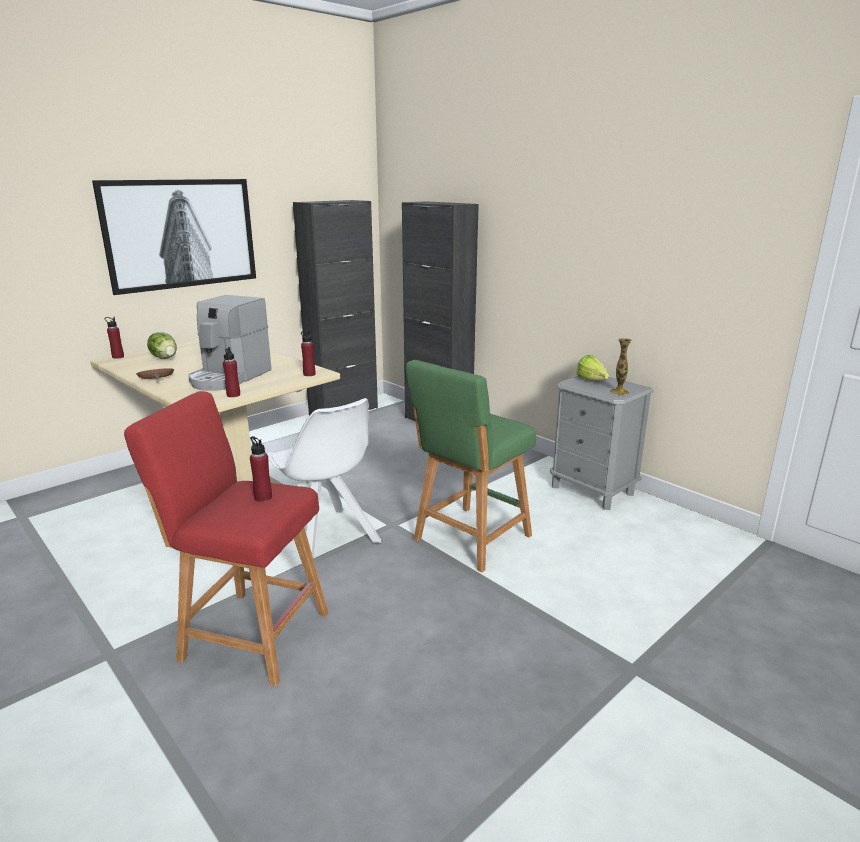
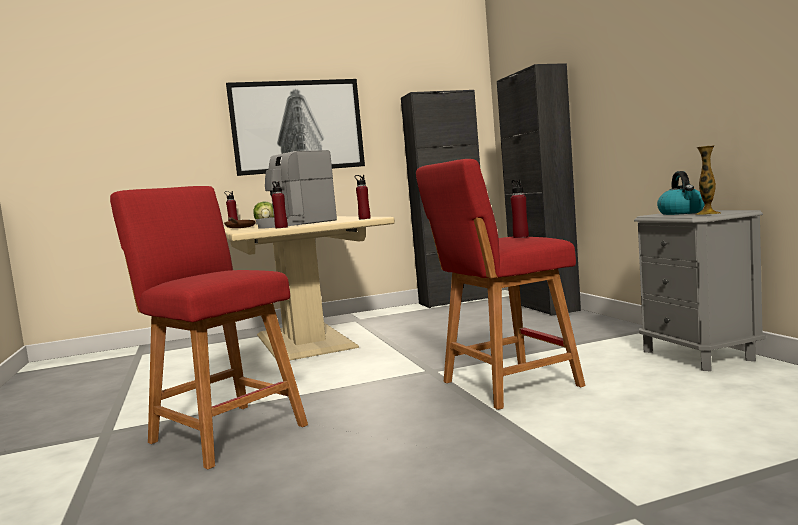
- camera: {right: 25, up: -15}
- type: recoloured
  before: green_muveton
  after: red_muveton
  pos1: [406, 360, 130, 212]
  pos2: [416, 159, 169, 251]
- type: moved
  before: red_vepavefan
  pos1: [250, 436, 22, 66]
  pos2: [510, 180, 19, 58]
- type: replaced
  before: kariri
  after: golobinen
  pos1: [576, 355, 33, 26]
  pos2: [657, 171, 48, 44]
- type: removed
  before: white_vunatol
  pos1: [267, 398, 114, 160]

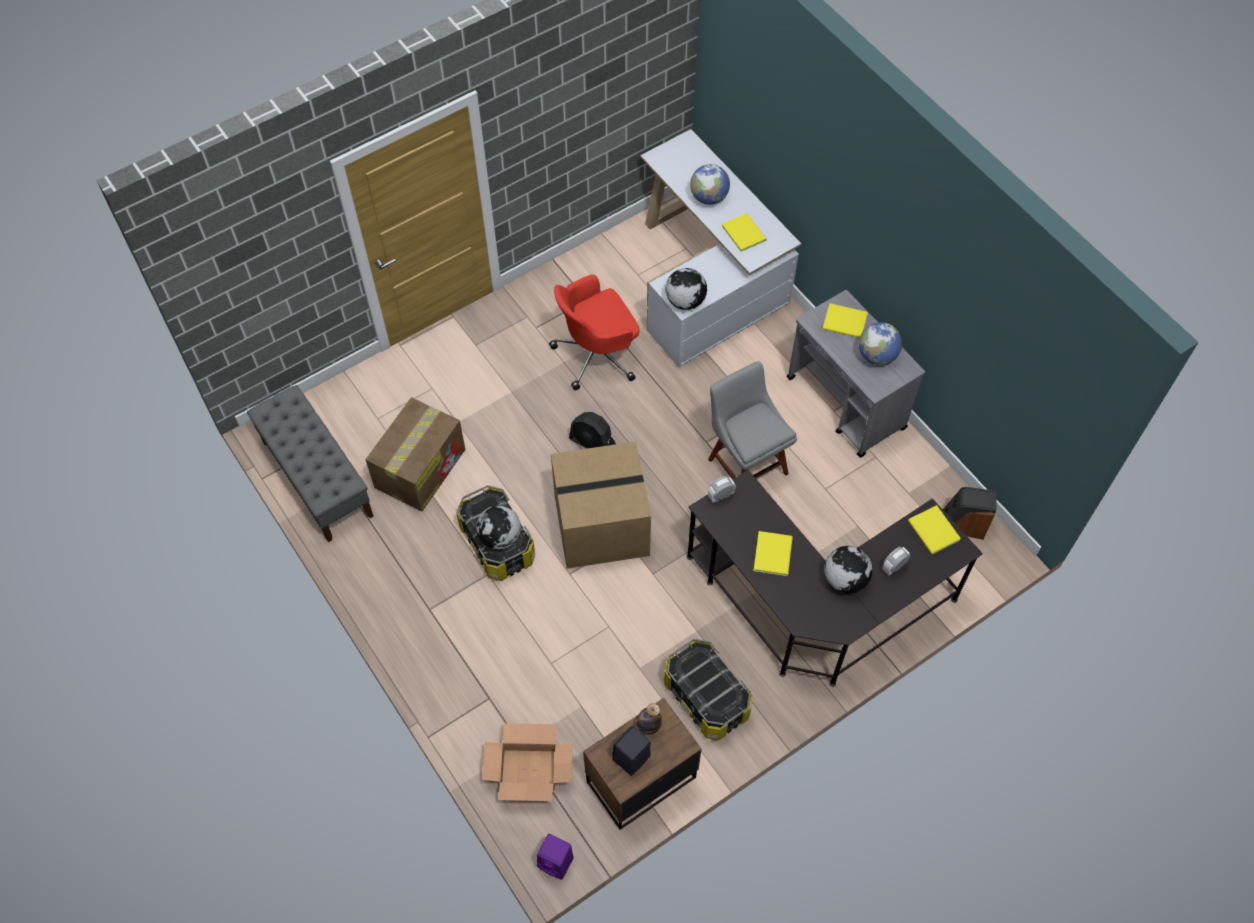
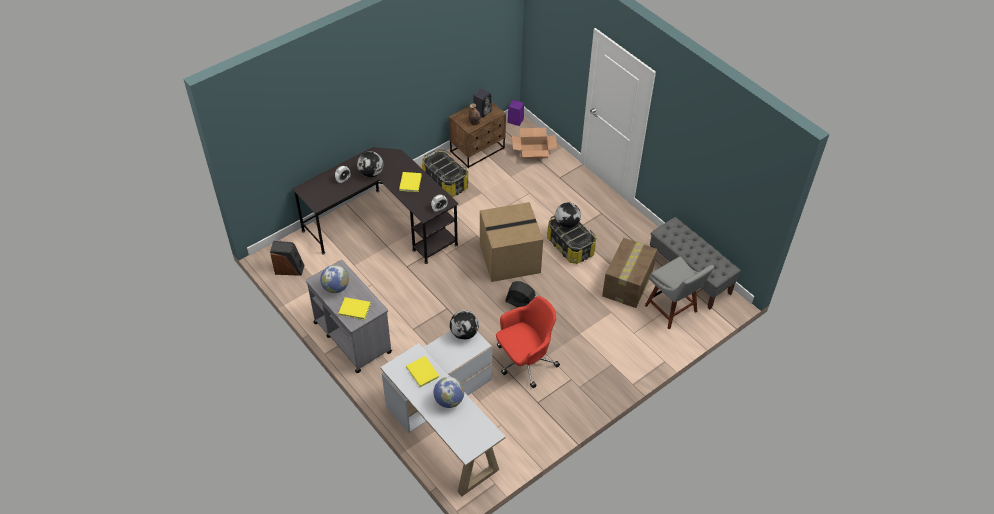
- camera: {right: 175, up: -10}
- type: moved
  before: grey_vunatol
  pos1: [708, 361, 89, 118]
  pos2: [645, 256, 69, 73]
- type: removed
  before: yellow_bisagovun
  pos1: [908, 505, 53, 49]

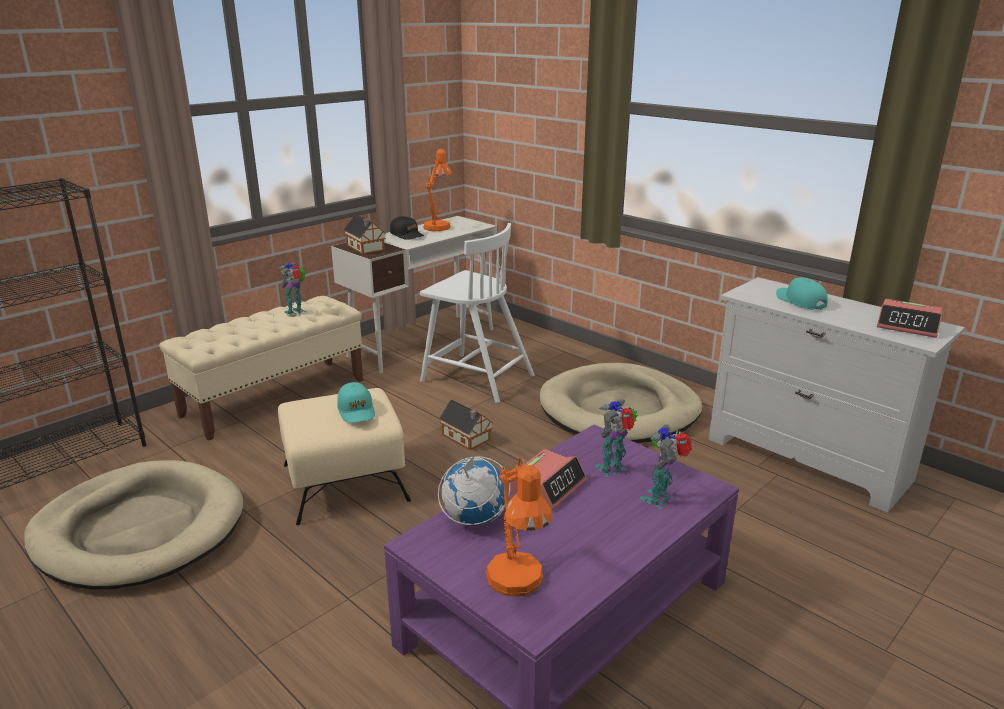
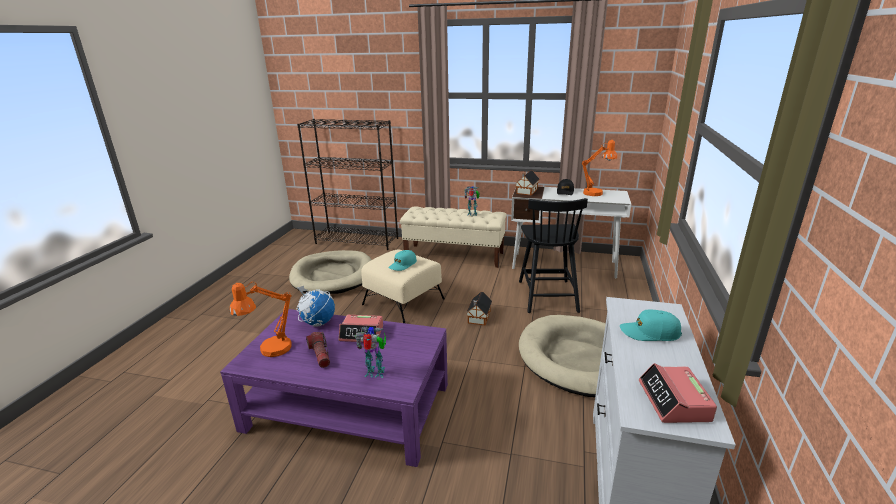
- camera: {right: 60, up: 0}
- type: added
  after: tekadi
  pos2: [306, 331, 24, 37]
- type: recoloured
  before: white_vunatol
  after: black_vunatol
  pos1: [420, 223, 115, 180]
  pos2: [519, 198, 69, 115]
- type: turned
  before: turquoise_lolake
  pos1: [776, 277, 52, 33]
  pos2: [620, 310, 62, 31]
  turn: -120
- type: removed
  before: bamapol
  pos1: [595, 399, 43, 78]

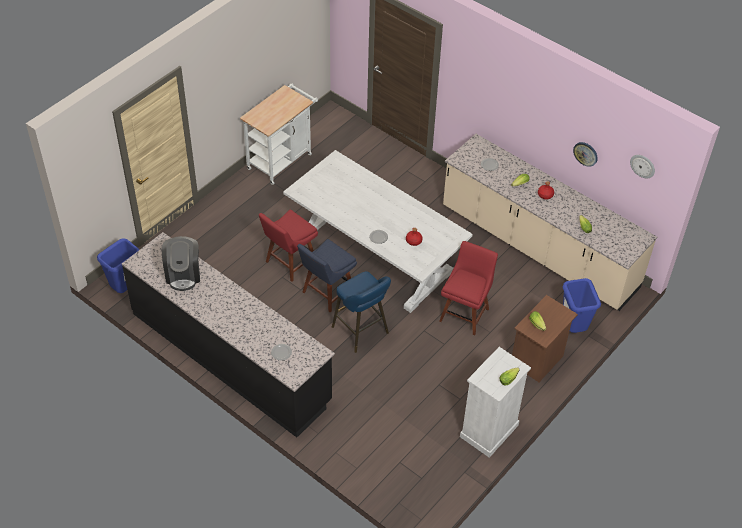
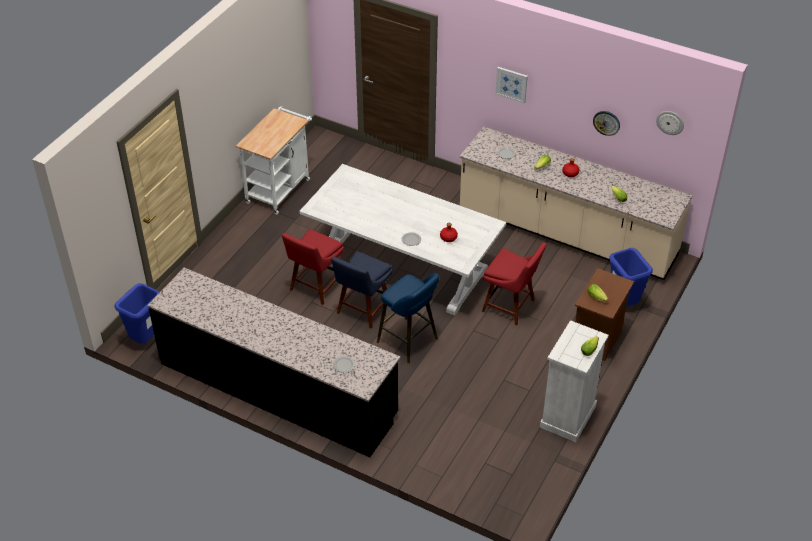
- camera: {right: -10, up: -5}
- type: turned
  before: red_vunatol
  pos1: [439, 241, 59, 94]
  pos2: [482, 242, 65, 84]
  turn: 105
- type: added
  after: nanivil
  pos2: [495, 67, 33, 36]
- type: removed
  before: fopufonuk
  pos1: [162, 236, 38, 55]

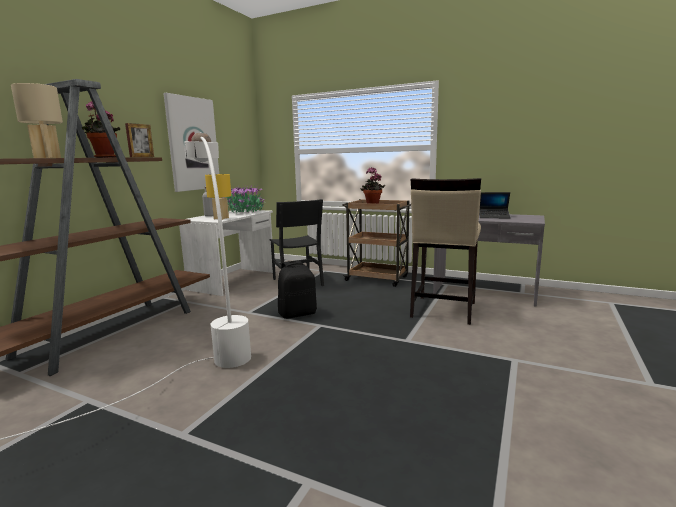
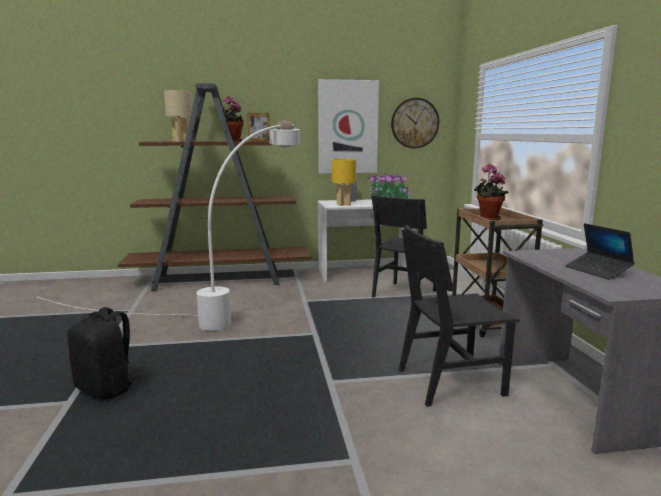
- camera: {right: 55, up: 0}
- type: moved
  before: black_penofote
  pos1: [278, 260, 39, 59]
  pos2: [67, 307, 75, 92]
- type: added
  after: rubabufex
  pos2: [391, 98, 48, 50]
- type: replaced
  before: beige_muveton
  after: black_vunatol
  pos1: [410, 178, 71, 147]
  pos2: [399, 225, 120, 182]

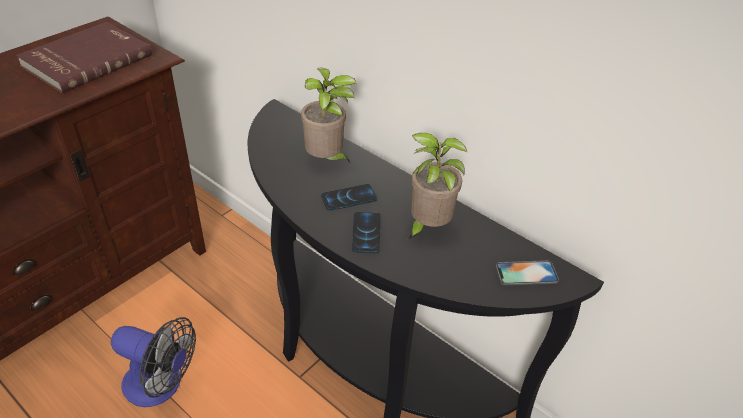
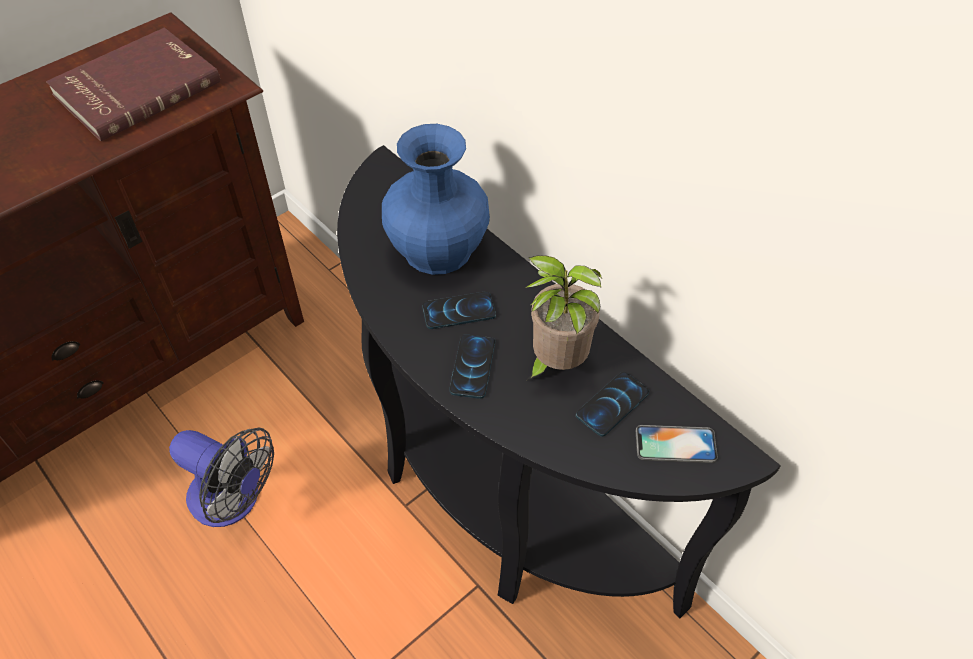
- camera: {right: 10, up: 10}
- type: replaced
  before: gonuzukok
  after: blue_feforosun
  pos1: [301, 67, 55, 97]
  pos2: [382, 124, 108, 151]
- type: added
  after: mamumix
  pos2: [576, 372, 73, 65]

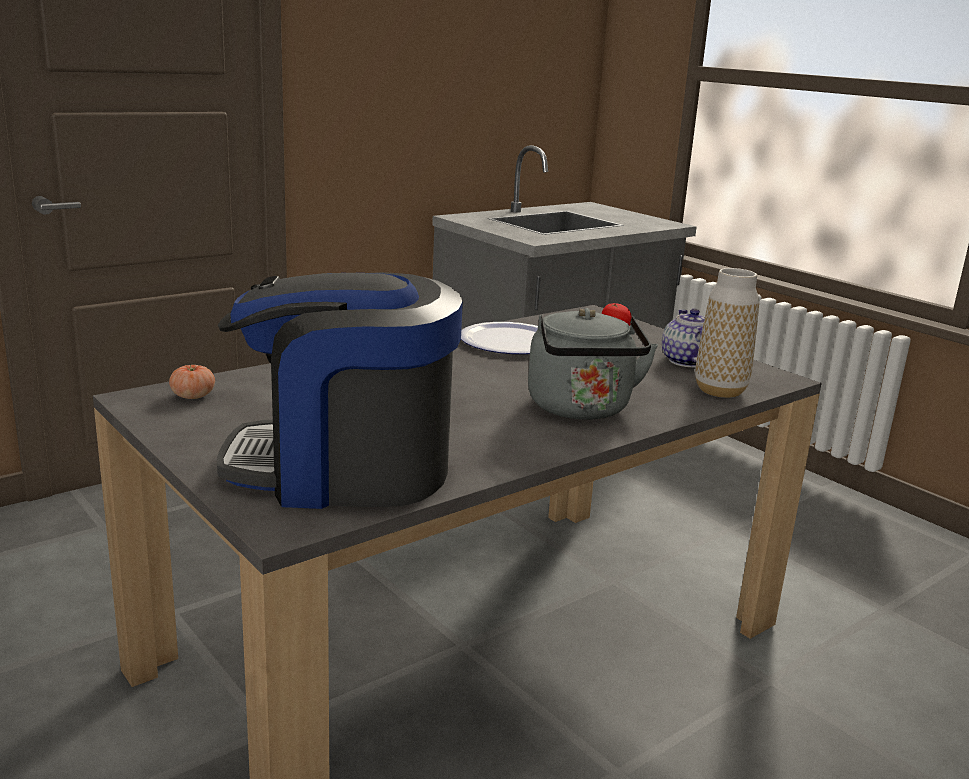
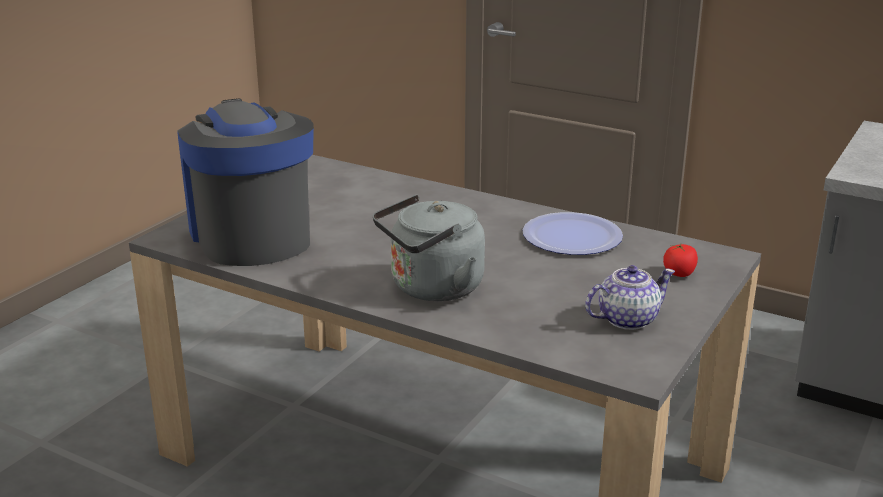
- camera: {right: 70, up: 5}
- type: removed
  before: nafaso
  pos1: [169, 365, 46, 34]
- type: removed
  before: feforosun
  pos1: [695, 268, 64, 130]

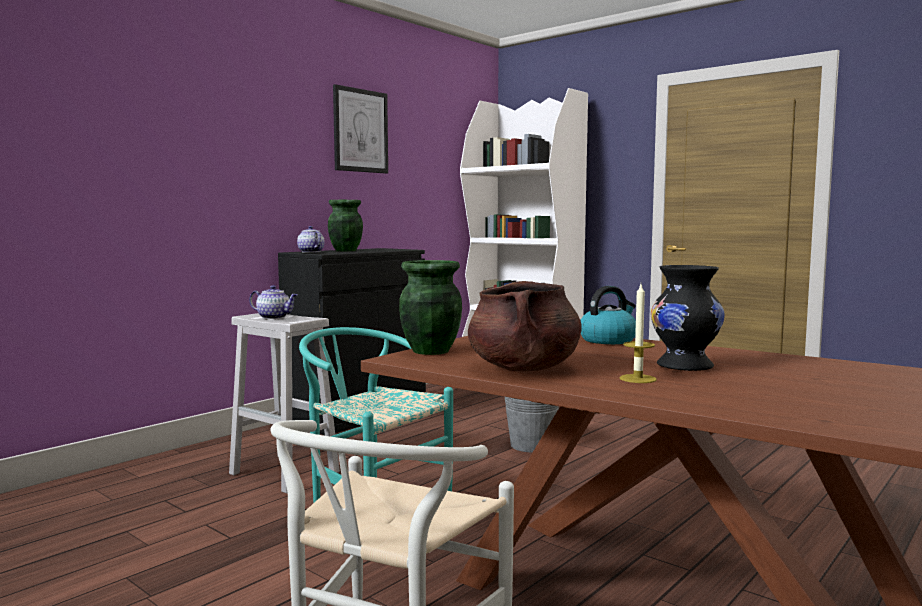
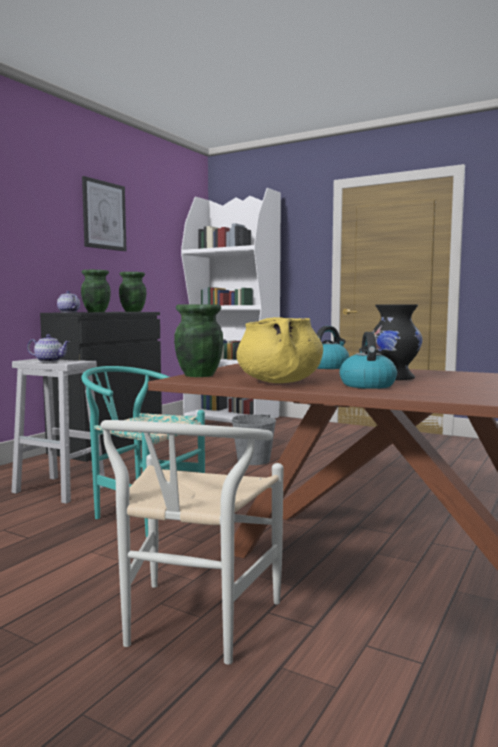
- camera: {right: -10, up: 0}
- type: added
  after: green_feforosun
  pos2: [119, 272, 27, 40]
- type: recoloured
  before: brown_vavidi
  after: yellow_vavidi
  pos1: [468, 281, 114, 90]
  pos2: [236, 317, 87, 66]
- type: replaced
  before: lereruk
  after: golobinen
  pos1: [620, 284, 37, 99]
  pos2: [340, 332, 57, 57]

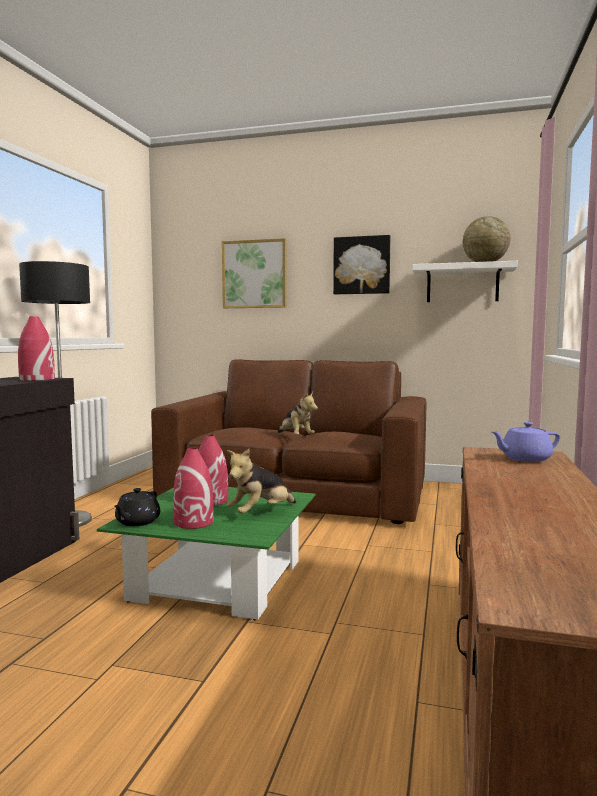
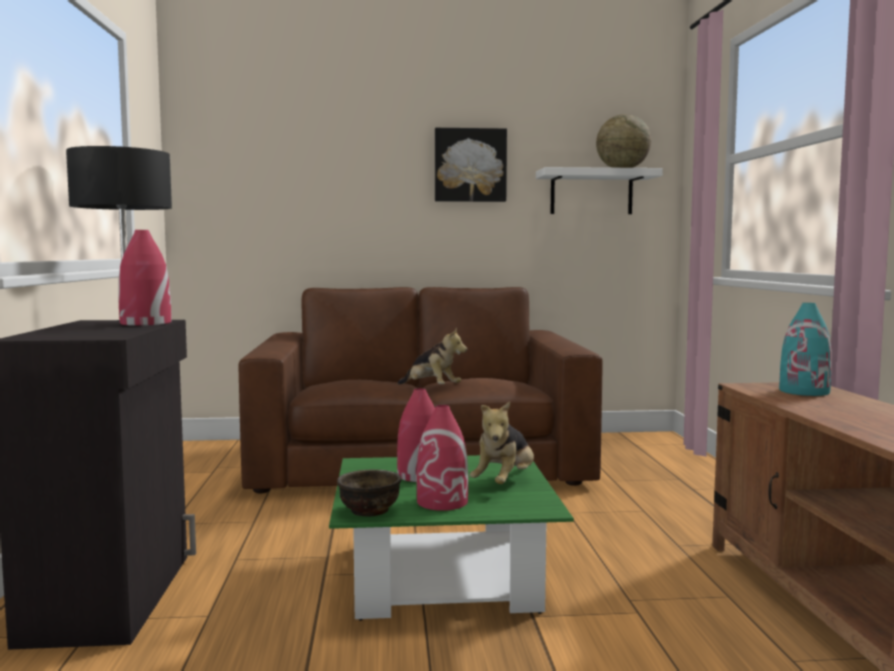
- camera: {right: -20, up: 0}
- type: replaced
  before: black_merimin
  after: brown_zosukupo
  pos1: [114, 488, 46, 38]
  pos2: [337, 469, 64, 47]
- type: replaced
  before: purple_merimin
  after: turquoise_feforosun
  pos1: [490, 422, 70, 40]
  pos2: [779, 303, 53, 93]
- type: removed
  before: nanivil
  pos1: [222, 238, 65, 70]

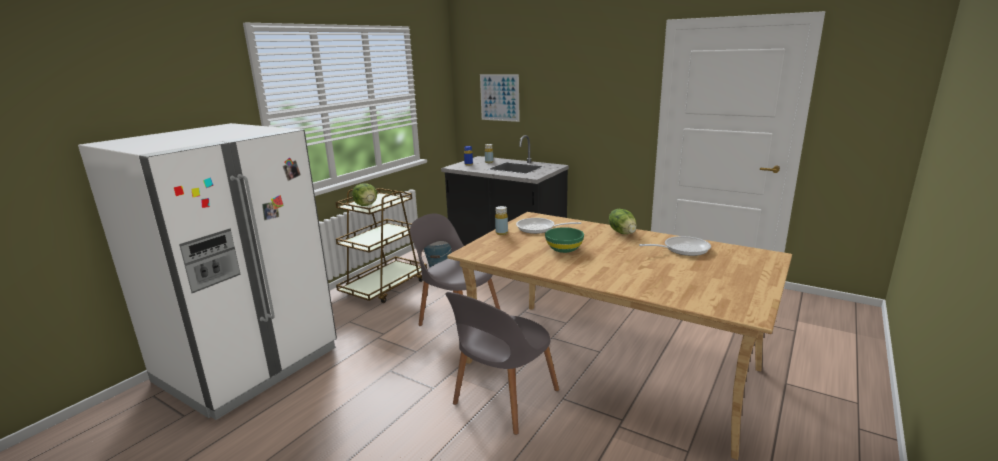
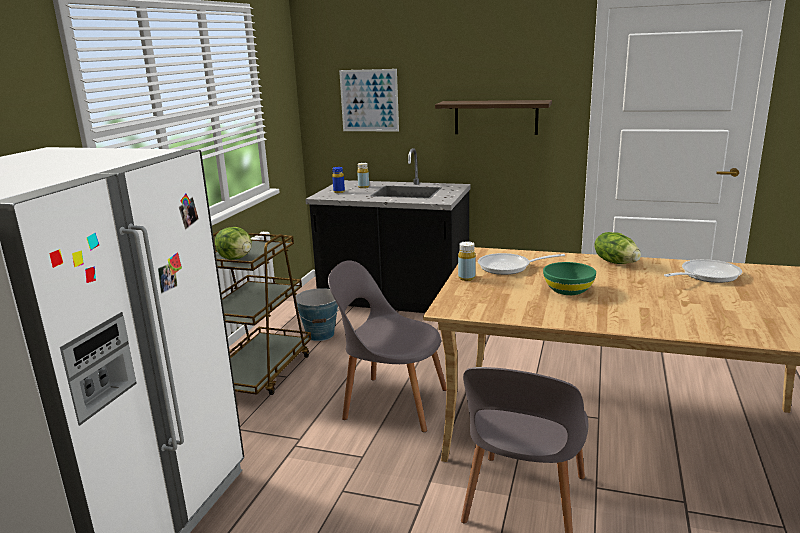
- camera: {right: -15, up: 0}
- type: added
  after: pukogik
  pos2: [435, 100, 117, 35]

